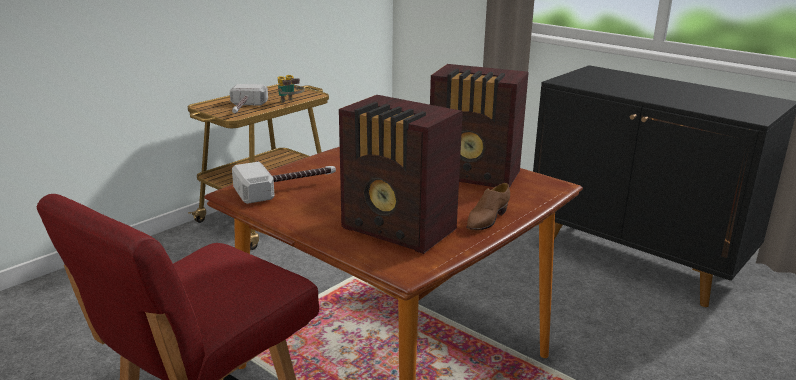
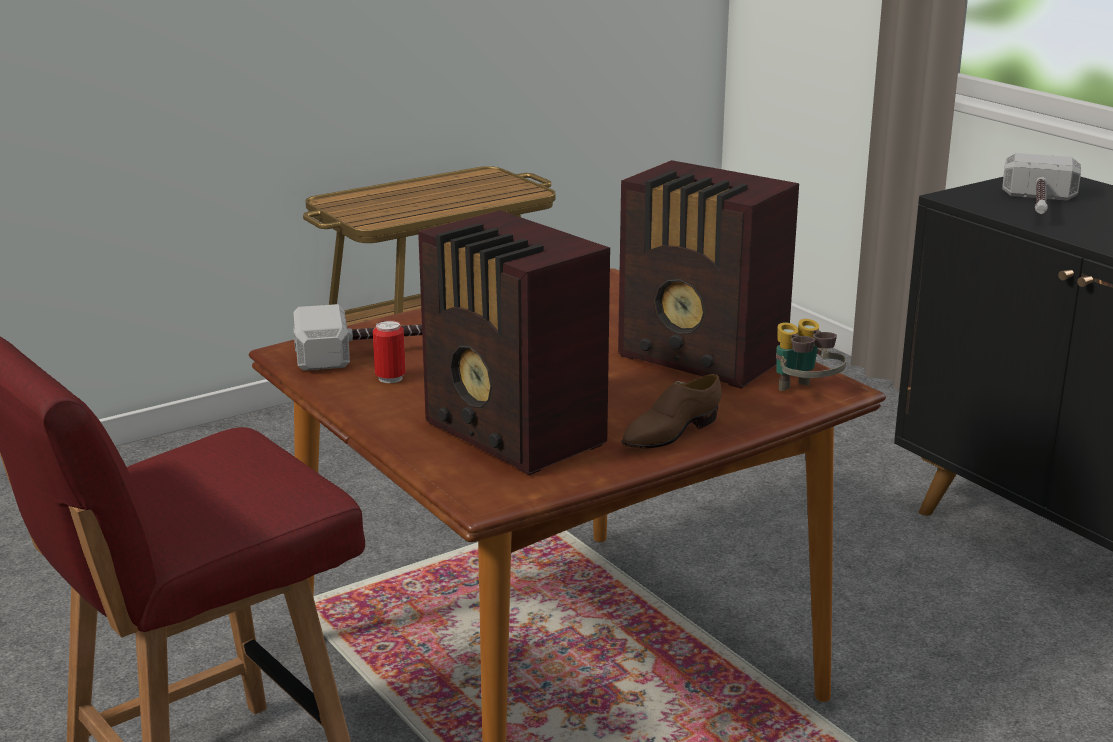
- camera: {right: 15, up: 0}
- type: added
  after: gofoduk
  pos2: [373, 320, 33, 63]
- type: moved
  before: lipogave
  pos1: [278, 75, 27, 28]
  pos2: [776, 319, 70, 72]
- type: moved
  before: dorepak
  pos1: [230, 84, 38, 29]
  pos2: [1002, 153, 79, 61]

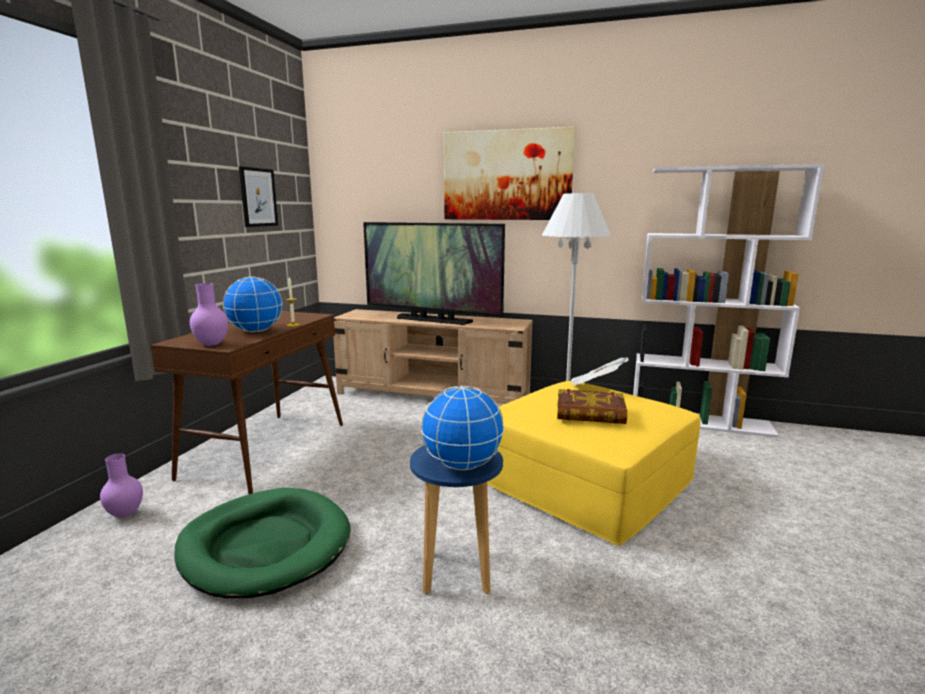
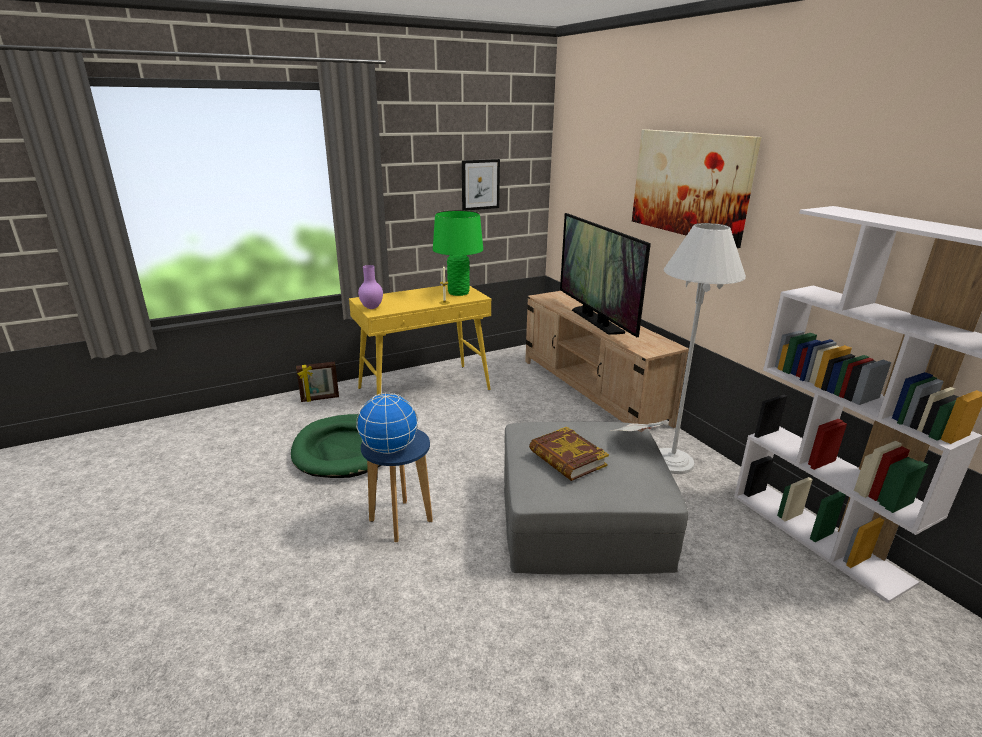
- camera: {right: 45, up: 10}
- type: replaced
  before: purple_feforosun
  after: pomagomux
  pos1: [100, 453, 43, 65]
  pos2: [296, 362, 43, 40]
- type: recoloured
  before: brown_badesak
  after: yellow_badesak
  pos1: [150, 311, 193, 183]
  pos2: [349, 285, 142, 110]
- type: added
  after: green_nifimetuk
  pos2: [433, 210, 50, 86]
- type: recoloured
  before: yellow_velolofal
  after: grey_velolofal
  pos1: [487, 381, 213, 165]
  pos2: [504, 422, 184, 152]
- type: removed
  before: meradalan
  pos1: [223, 277, 60, 55]

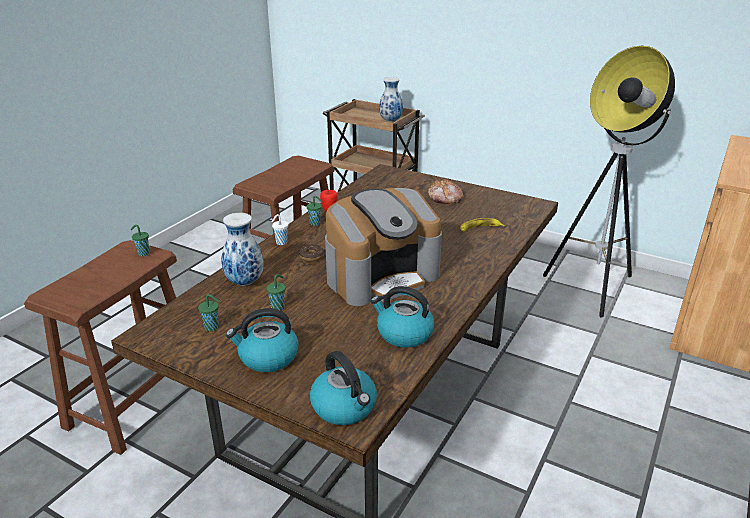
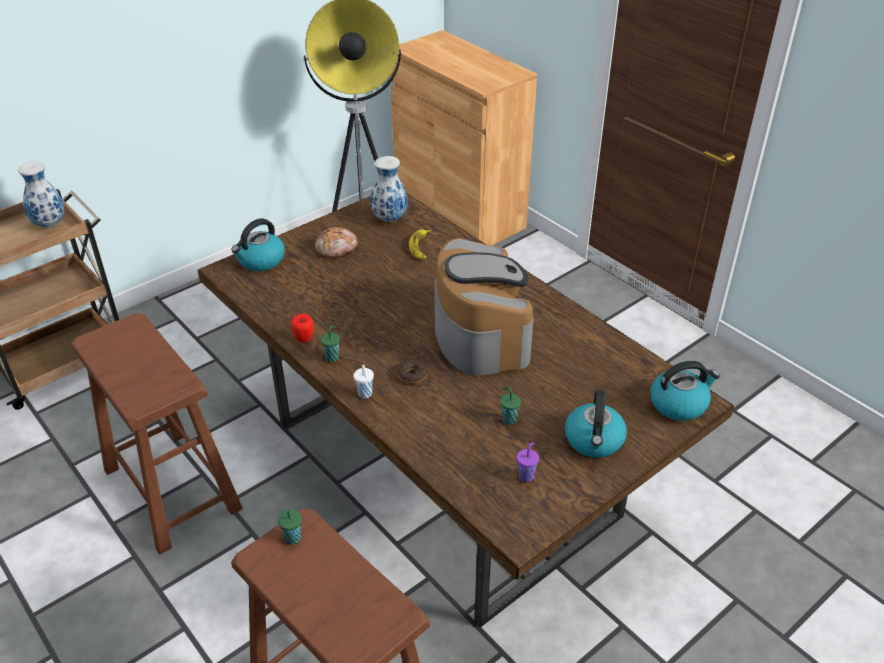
- camera: {right: -70, up: 10}
- type: moved
  before: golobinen
  pos1: [371, 286, 64, 62]
  pos2: [231, 218, 54, 53]
- type: moved
  before: feforosun
  pos1: [221, 213, 43, 73]
  pos2: [371, 156, 37, 66]
- type: recoloured
  before: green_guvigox
  after: purple_guvigox
  pos1: [198, 294, 21, 37]
  pos2: [517, 442, 22, 40]

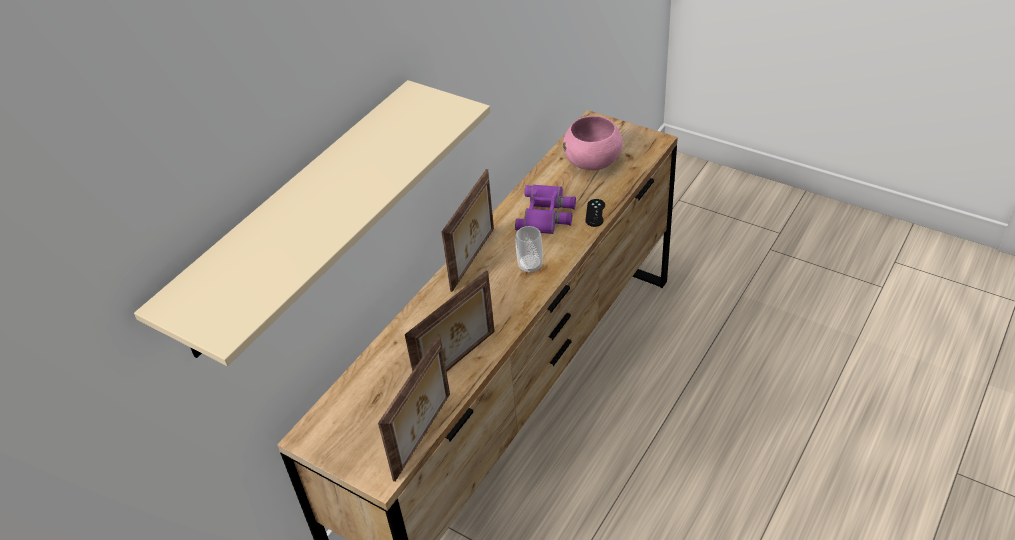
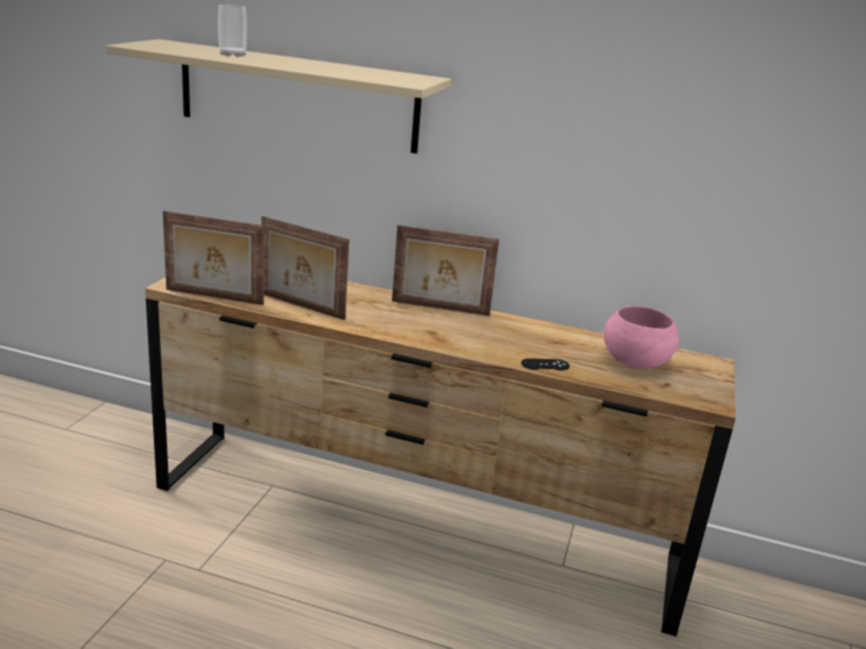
- camera: {right: 70, up: -20}
- type: moved
  before: guvigox
  pos1: [516, 226, 27, 48]
  pos2: [218, 5, 29, 52]
- type: removed
  before: purple_lipogave
  pos1: [515, 184, 61, 50]

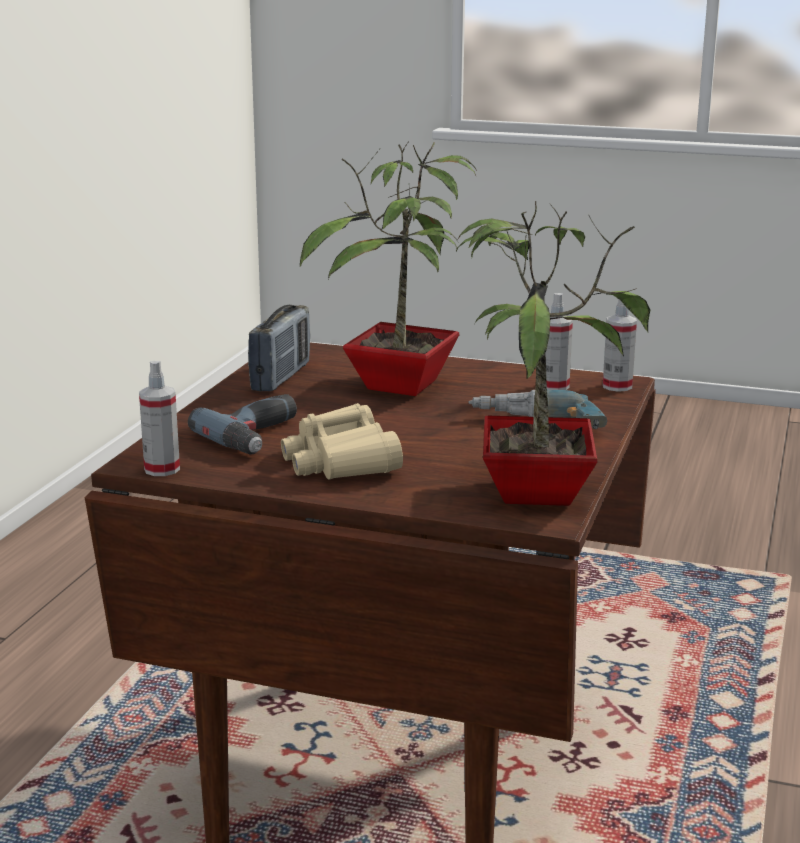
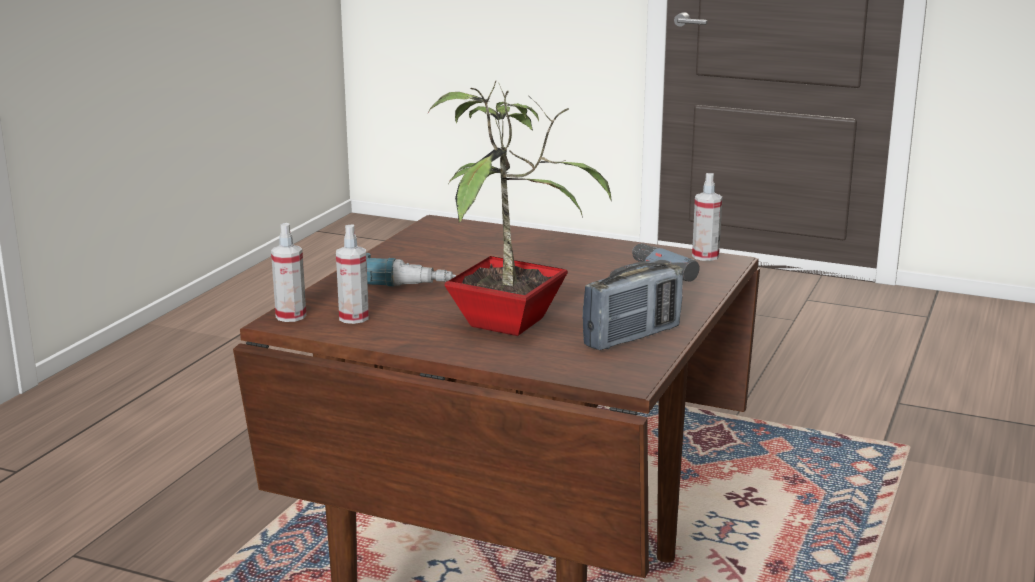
- camera: {right: -175, up: 0}
- type: turned
  before: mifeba
  pos1: [248, 305, 62, 87]
  pos2: [582, 262, 101, 88]
  turn: -150
- type: removed
  before: beige_lipogave
  pos1: [281, 403, 122, 77]
- type: removed
  before: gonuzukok
  pos1: [456, 201, 194, 305]

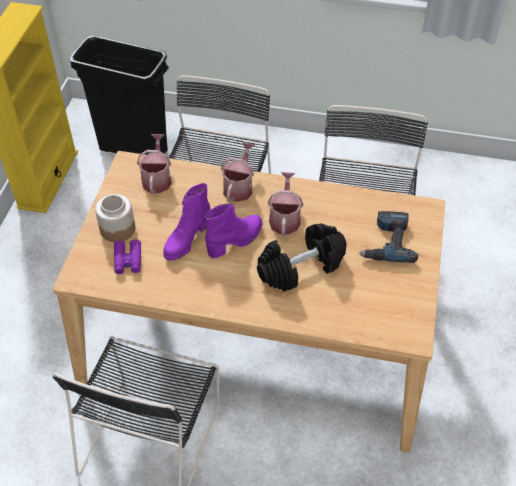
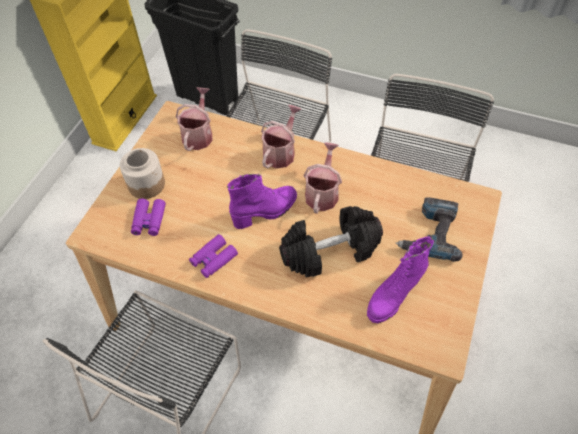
- camera: {right: 10, up: 5}
- type: added
  after: purple_lipogave
  pos2: [189, 234, 49, 44]
- type: moved
  before: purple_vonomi
  pos1: [163, 183, 48, 78]
  pos2: [367, 236, 67, 87]

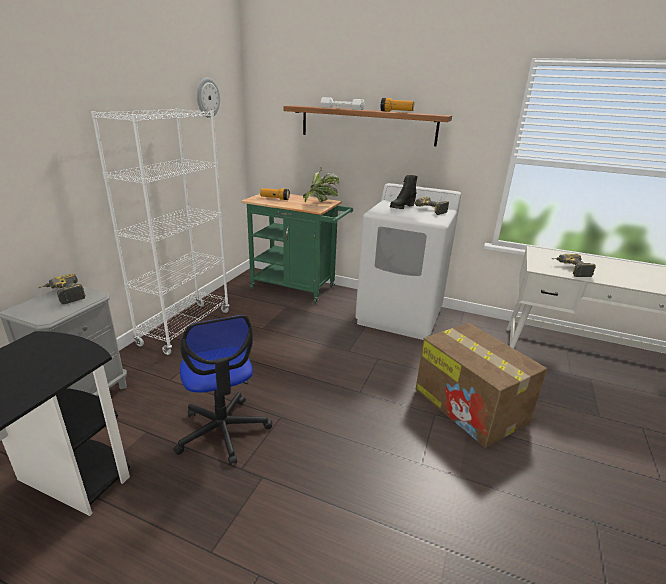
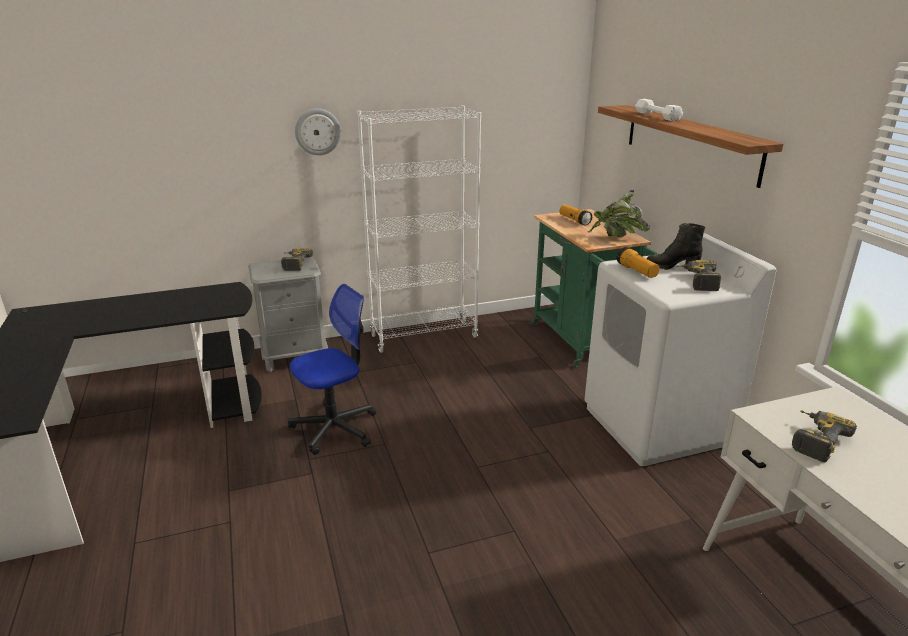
- camera: {right: 50, up: 0}
- type: turned
  before: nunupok
  pos1: [173, 315, 99, 150]
  pos2: [288, 284, 89, 171]
  turn: -150
- type: moved
  before: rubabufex
  pos1: [197, 78, 23, 40]
  pos2: [295, 109, 46, 46]
- type: moved
  before: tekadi
  pos1: [380, 98, 34, 14]
  pos2: [616, 247, 43, 31]
- type: removed
  before: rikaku
  pos1: [416, 323, 131, 125]

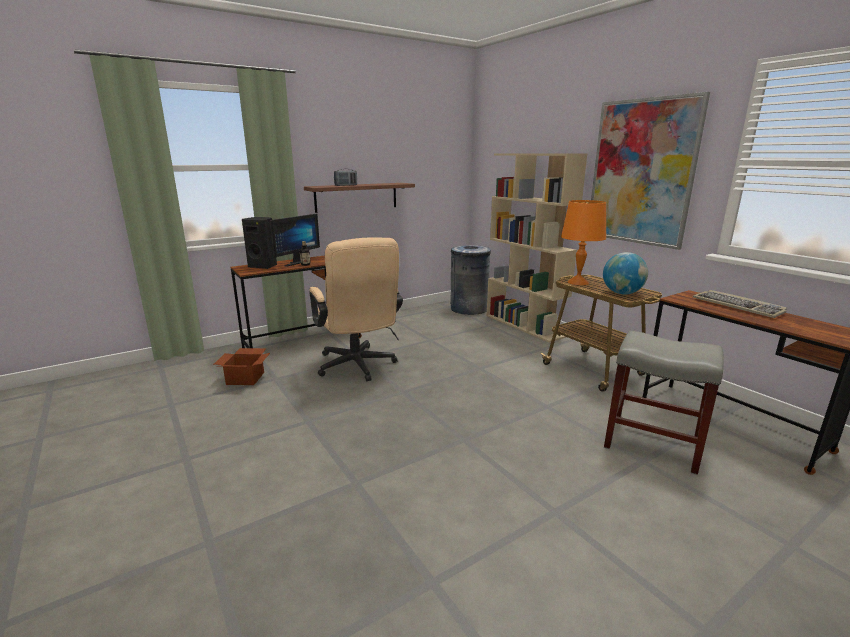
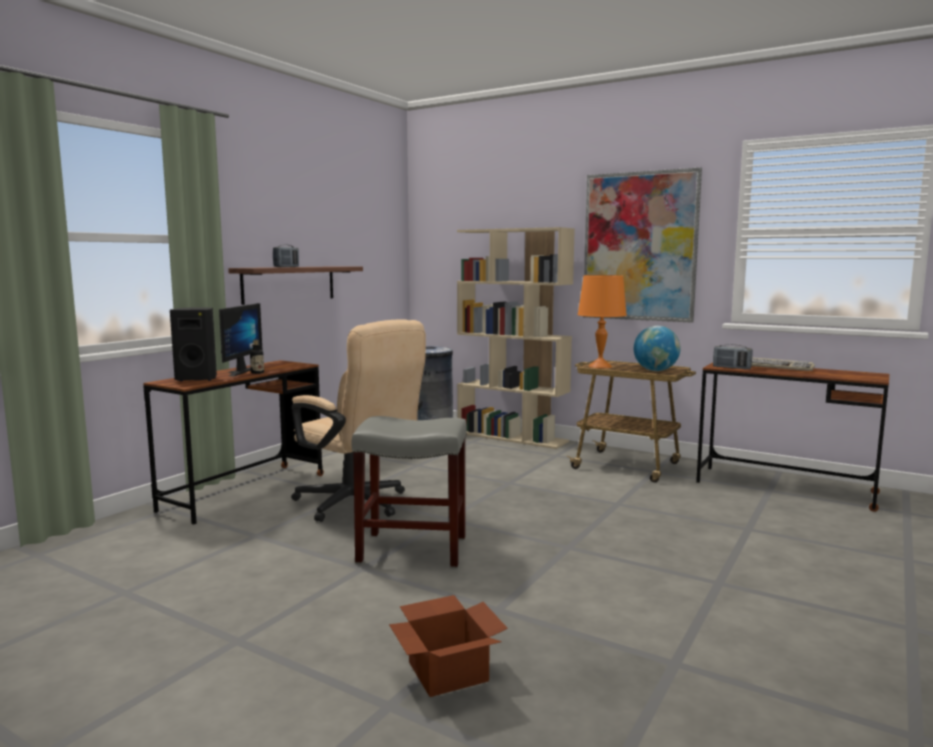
- camera: {right: -25, up: -10}
- type: moved
  before: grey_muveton
  pos1: [604, 331, 120, 144]
  pos2: [352, 416, 115, 152]
- type: moved
  before: rikaku
  pos1: [214, 348, 56, 37]
  pos2: [389, 595, 119, 102]
- type: added
  after: mifeba
  pos2: [713, 344, 40, 26]

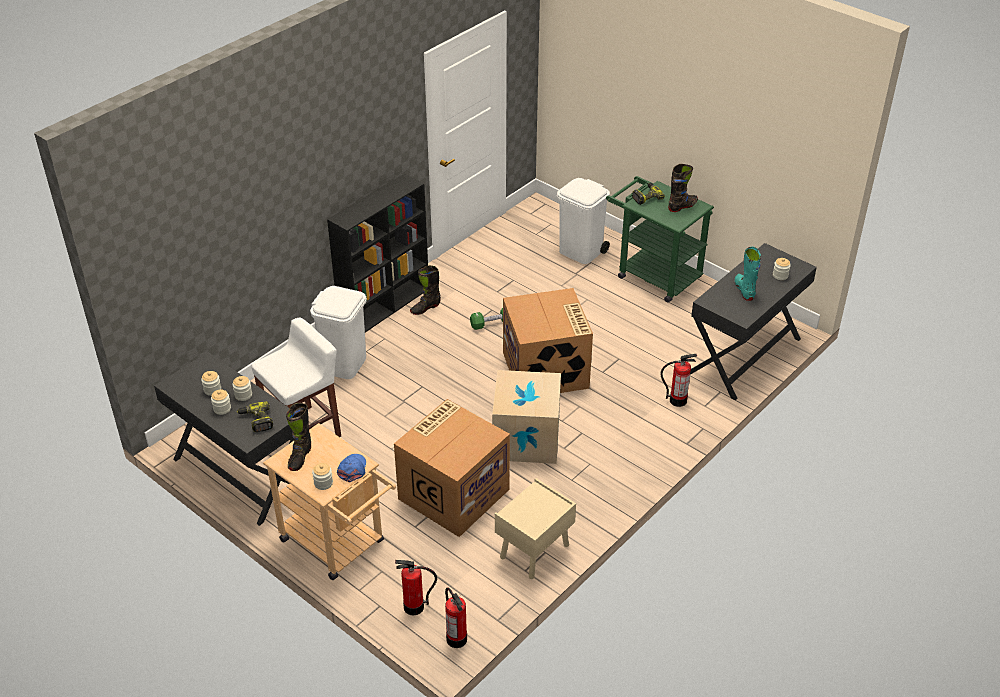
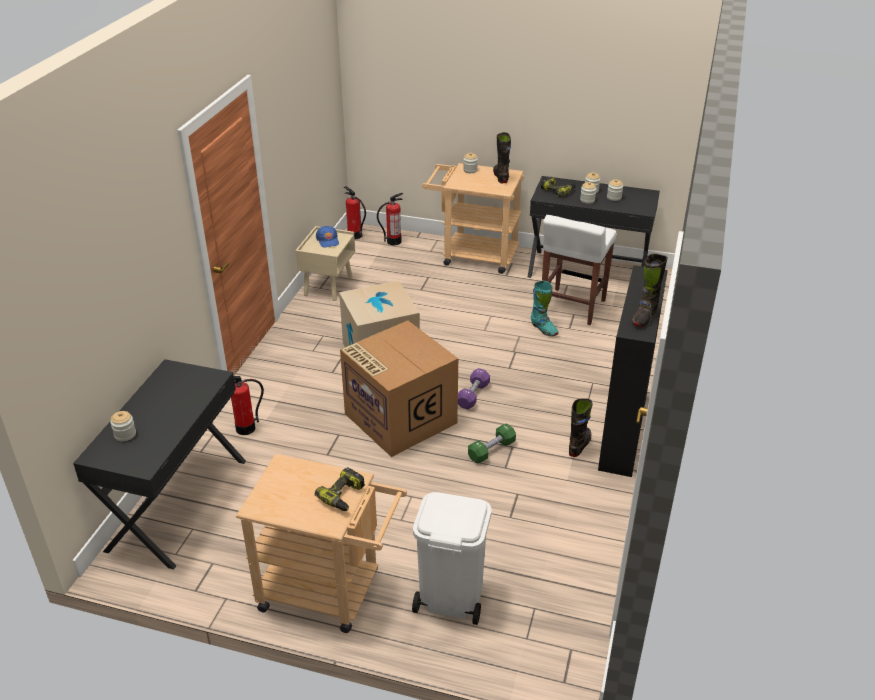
- camera: {right: 155, up: -5}
- type: recoloured
  before: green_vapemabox
  after: beige_vapemabox
  pos1: [606, 176, 108, 127]
  pos2: [236, 454, 171, 179]
- type: moved
  before: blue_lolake
  pos1: [337, 454, 29, 28]
  pos2: [316, 226, 23, 22]
- type: added
  after: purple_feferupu
  pos2: [458, 368, 32, 41]
- type: moved
  before: turquoise_vonomi
  pos1: [735, 247, 26, 54]
  pos2: [531, 280, 27, 56]
- type: moved
  before: black_vonomi
  pos1: [668, 164, 30, 48]
  pos2: [632, 253, 36, 74]
- type: removed
  before: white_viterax
  pos1: [310, 286, 57, 93]
- type: removed
  before: rikaku
  pos1: [394, 399, 116, 138]

